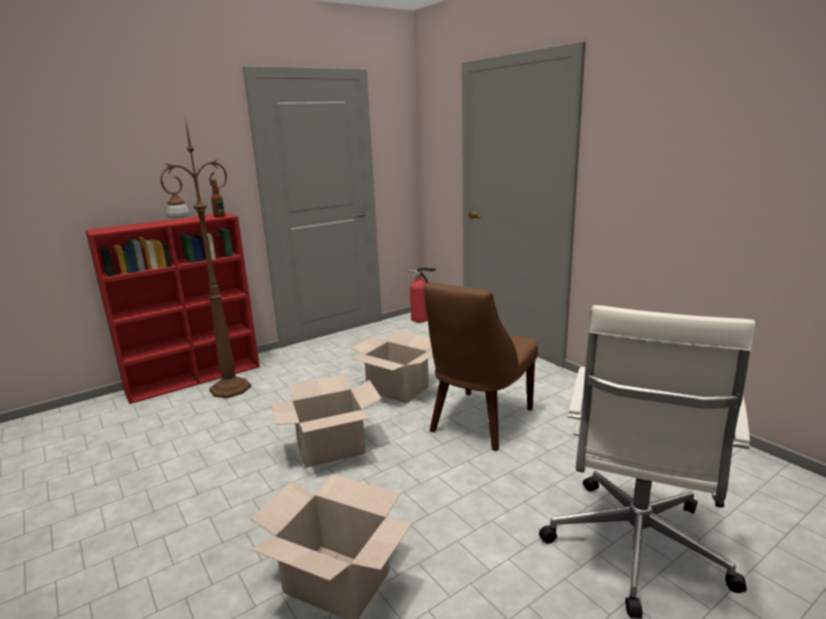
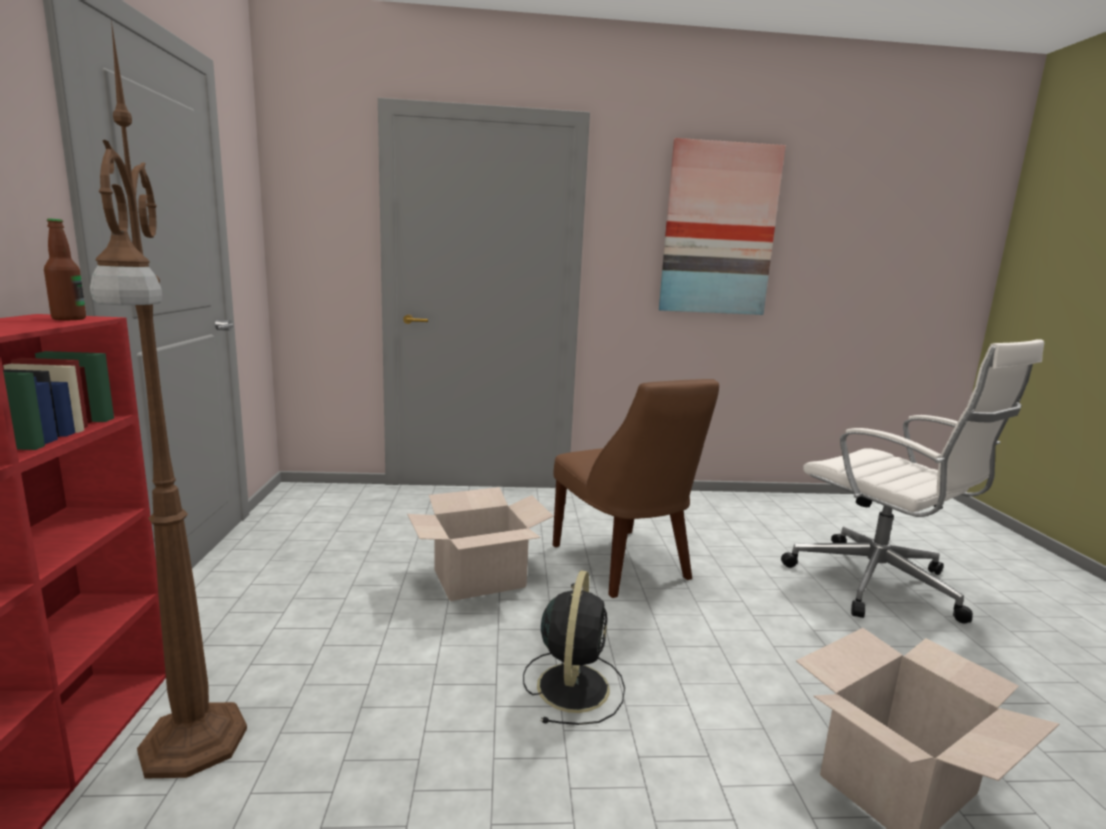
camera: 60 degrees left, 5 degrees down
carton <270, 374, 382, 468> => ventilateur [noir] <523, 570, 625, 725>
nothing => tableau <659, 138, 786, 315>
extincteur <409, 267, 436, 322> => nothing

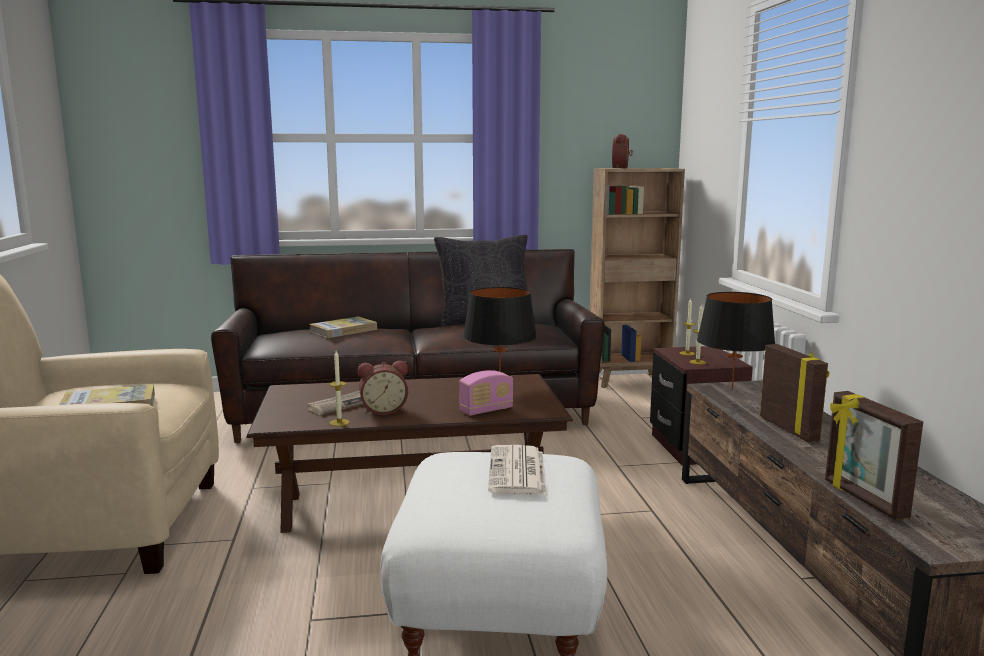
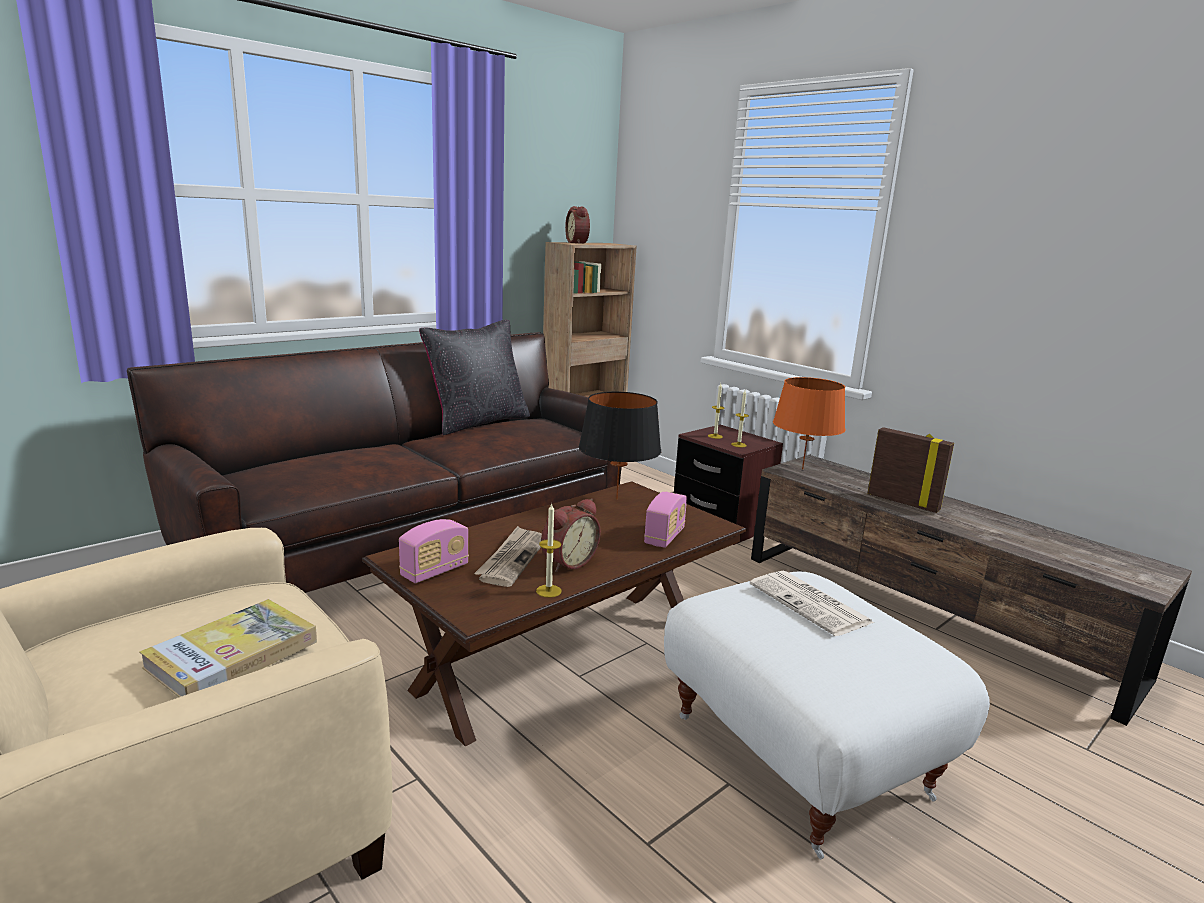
camera: 35 degrees left, 5 degrees up
nothing => radio <399, 519, 469, 583>
lampe de table [noir] <697, 292, 775, 390> => lampe de table [orange] <773, 377, 845, 470>
livre <309, 316, 377, 338> => nothing
cadre photo <825, 391, 923, 520> => nothing

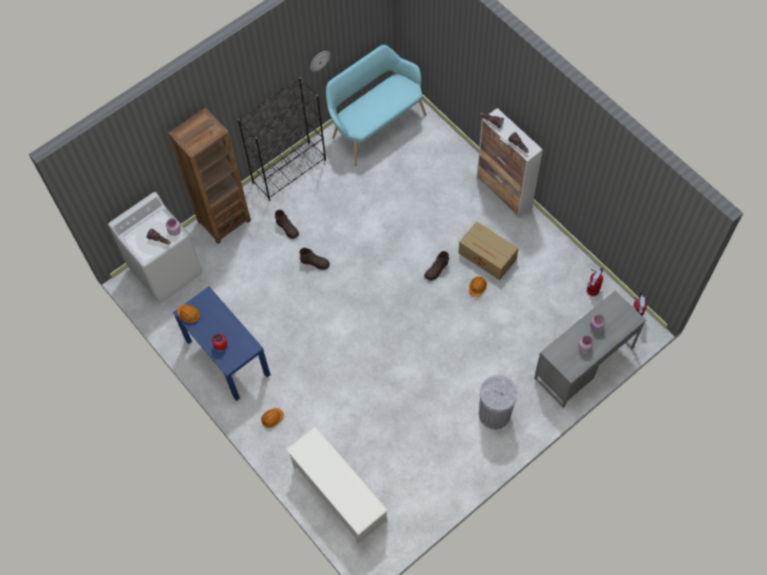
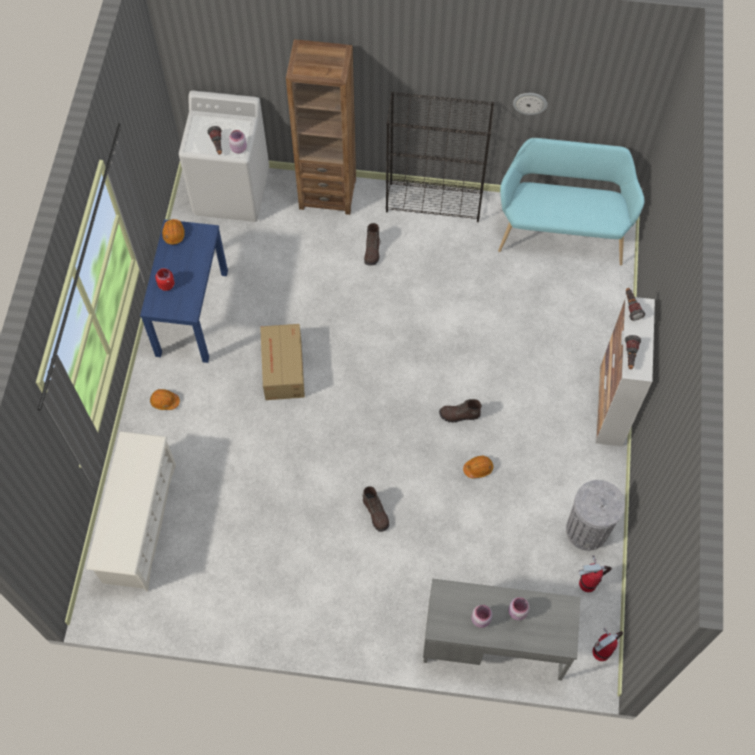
camera: 45 degrees right, 0 degrees up
carton <458, 222, 519, 280> => carton <260, 324, 305, 400>, shifted
botte [marron] <299, 248, 330, 270> => botte [marron] <362, 486, 389, 532>, shifted
poubelle [gris] <479, 375, 518, 429> => poubelle [gris] <566, 480, 625, 551>, shifted

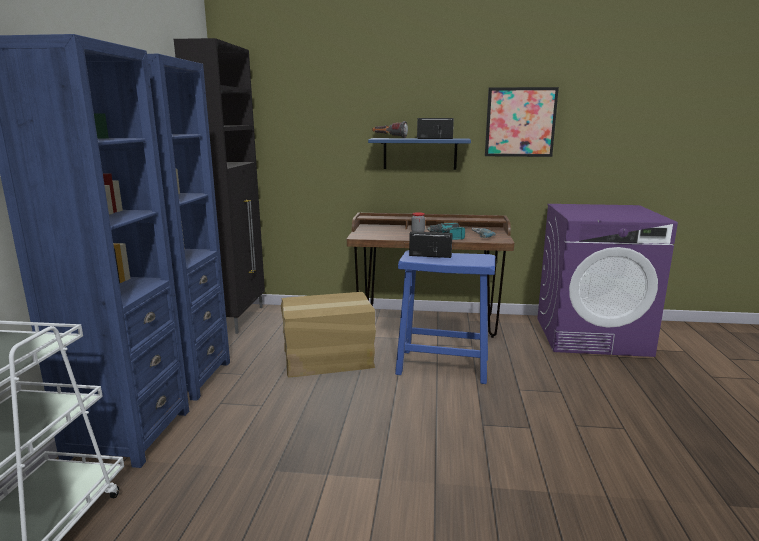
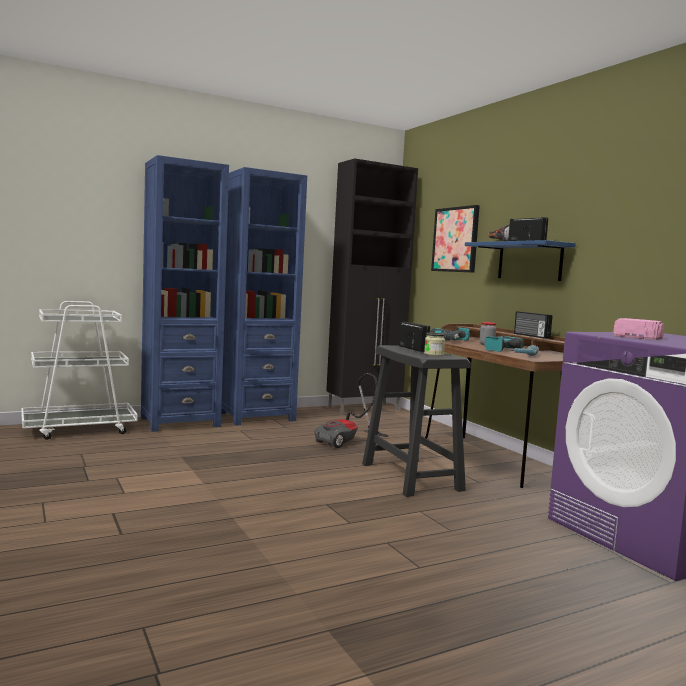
camera: 55 degrees right, 10 degrees down
carton <281, 292, 376, 377> => aspirateur <315, 373, 388, 448>
tabouret [bleu] <395, 250, 495, 384> => tabouret [noir] <362, 345, 471, 497>
nothing => bocal <424, 333, 445, 356>
nothing => perceuse <430, 327, 470, 341>
tableau <485, 87, 559, 157> => tableau <431, 205, 480, 273>, shifted
nothing => radio <514, 311, 552, 339>
nothing => casquette [rose] <613, 318, 664, 340>

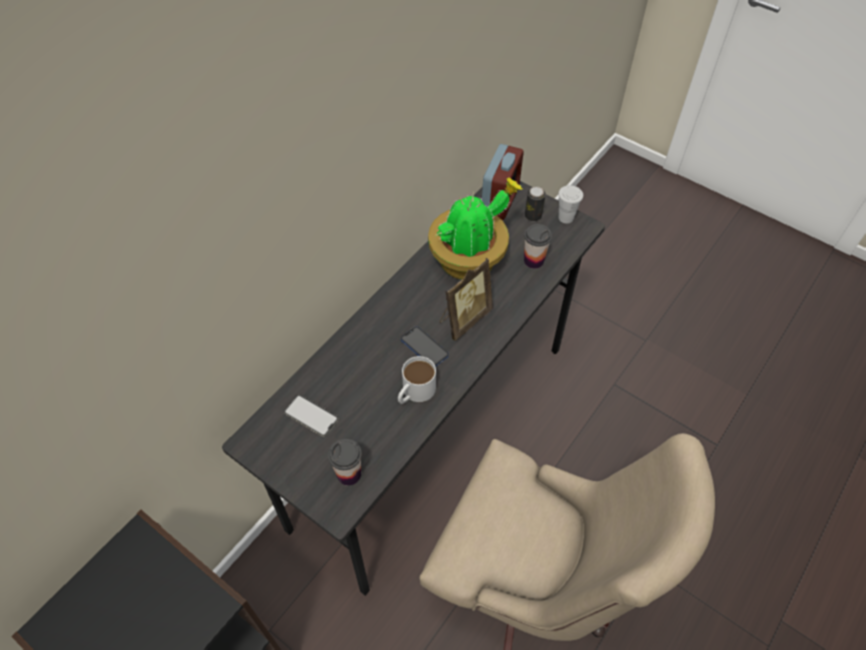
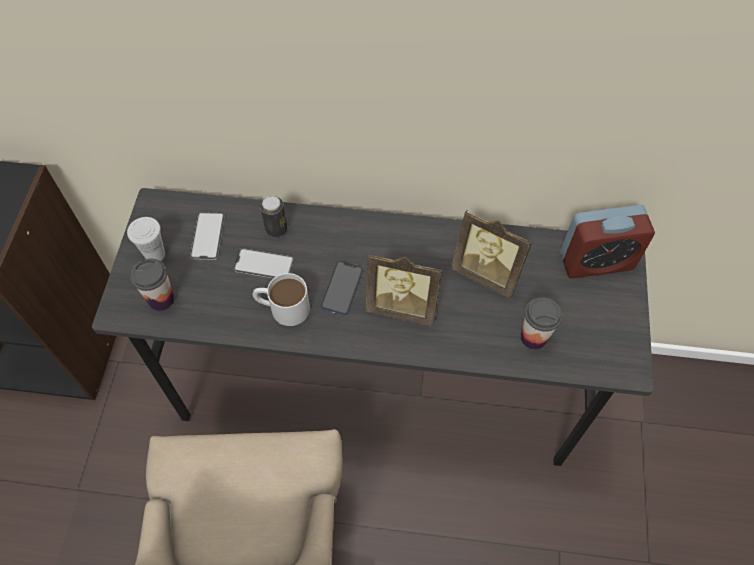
camera: 60 degrees right, 5 degrees up
tasse [blanc] <558, 185, 583, 224> => tasse [blanc] <127, 217, 165, 261>, shifted
nothing => téléphone <233, 248, 294, 278>
boîte métallique <525, 187, 546, 221> => boîte métallique <260, 196, 287, 237>, shifted
plante en pot <428, 177, 522, 280> => cadre photo <451, 210, 532, 299>

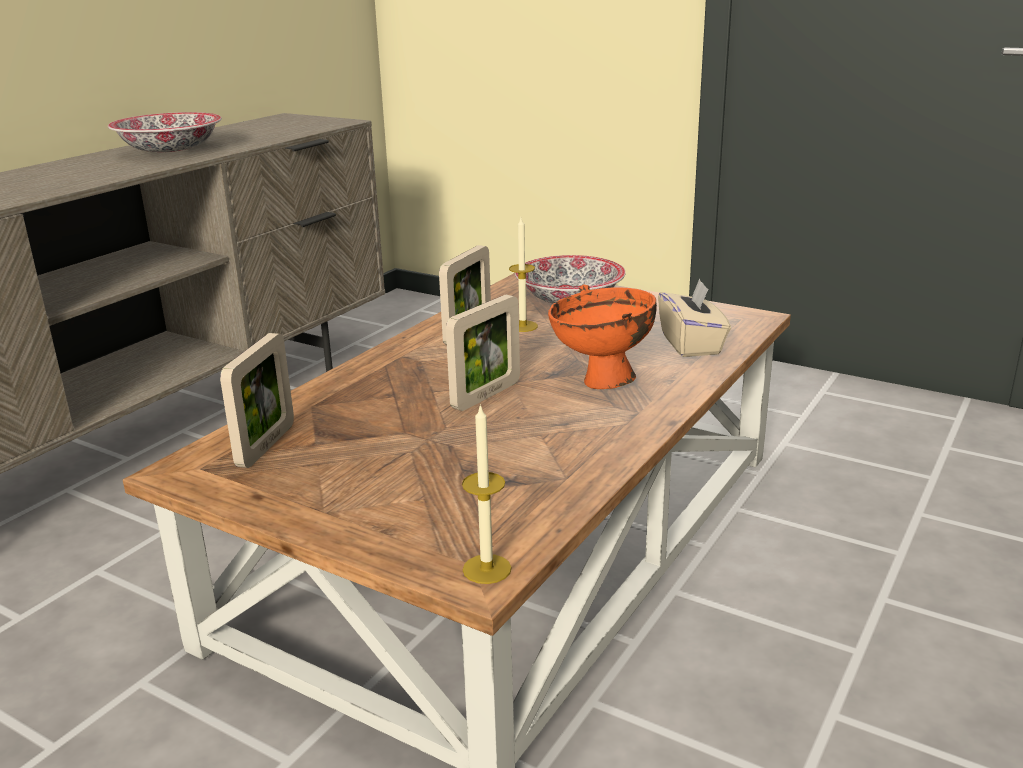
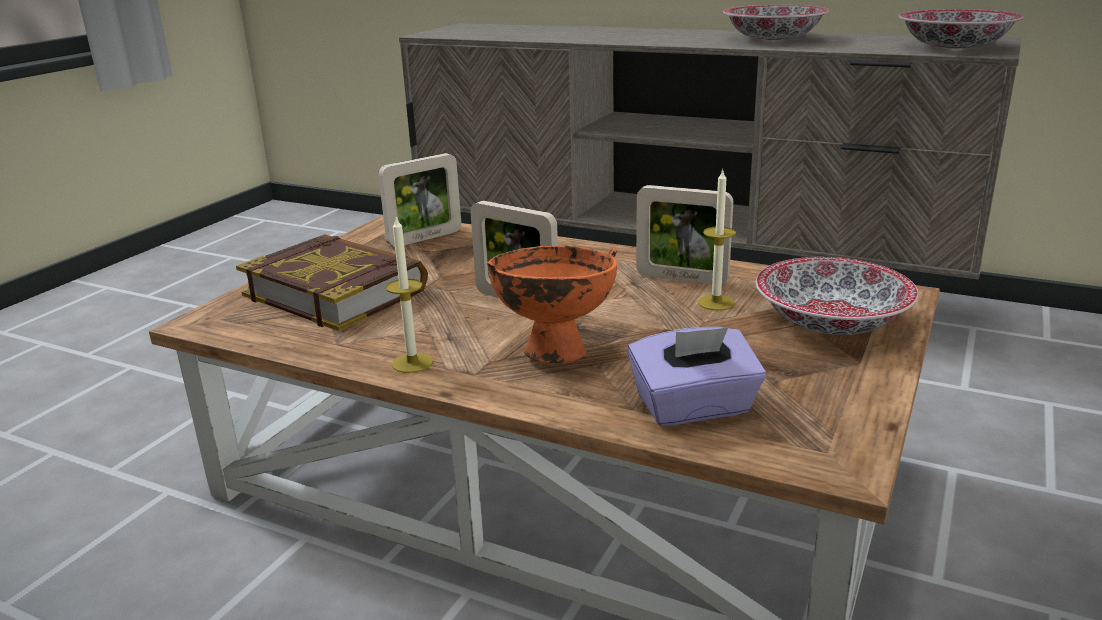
camera: 85 degrees right, 0 degrees up
nothing => livre <236, 234, 428, 331>
cadre photo <220, 333, 294, 468> => cadre photo <378, 153, 461, 247>, 45 degrees counterclockwise
bougie <462, 404, 512, 584> => bougie <385, 216, 433, 373>, shifted
boîte à mouchoirs [beige] <658, 278, 731, 357> => boîte à mouchoirs [violet] <628, 327, 766, 426>
nothing => bol <898, 9, 1023, 49>

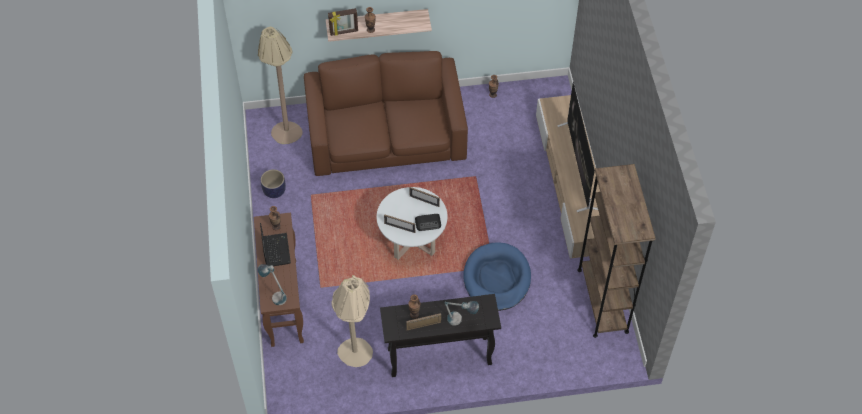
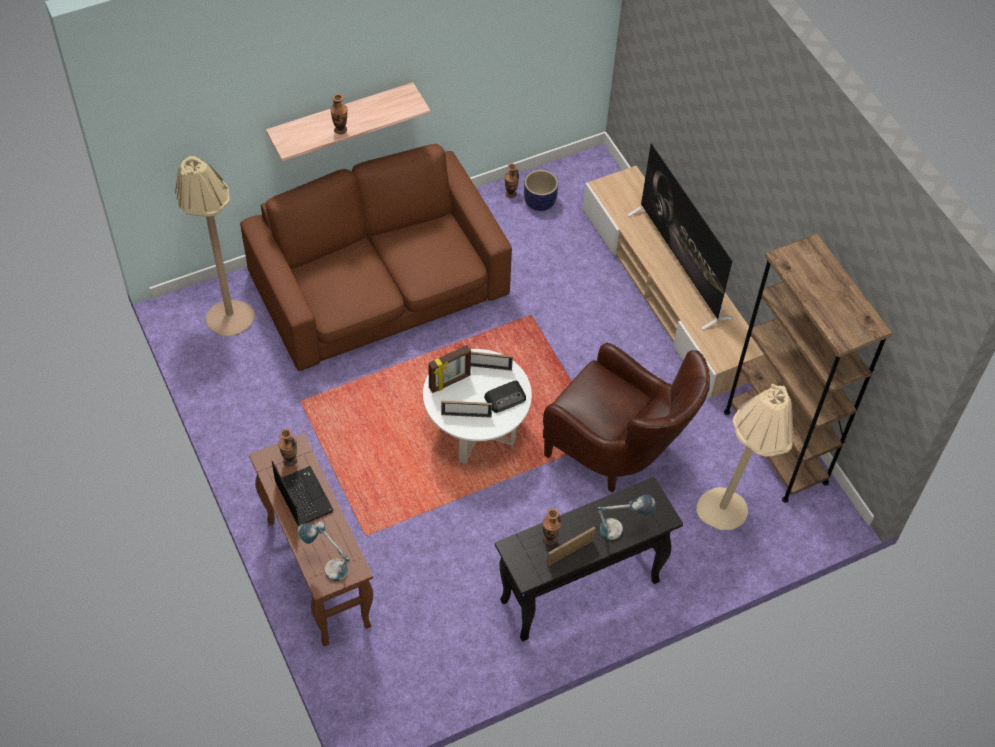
camera: 20 degrees left, 0 degrees up
cadre photo <328, 8, 358, 36> => cadre photo <428, 345, 471, 393>, shifted
cache-pot <260, 169, 286, 198> => cache-pot <524, 170, 558, 211>, shifted
panier pour chien [bleu] <463, 242, 531, 311> => fauteuil [marron] <543, 343, 710, 493>
lampadaire [beige] <331, 275, 373, 367> => lampadaire [beige] <696, 384, 794, 530>, shifted

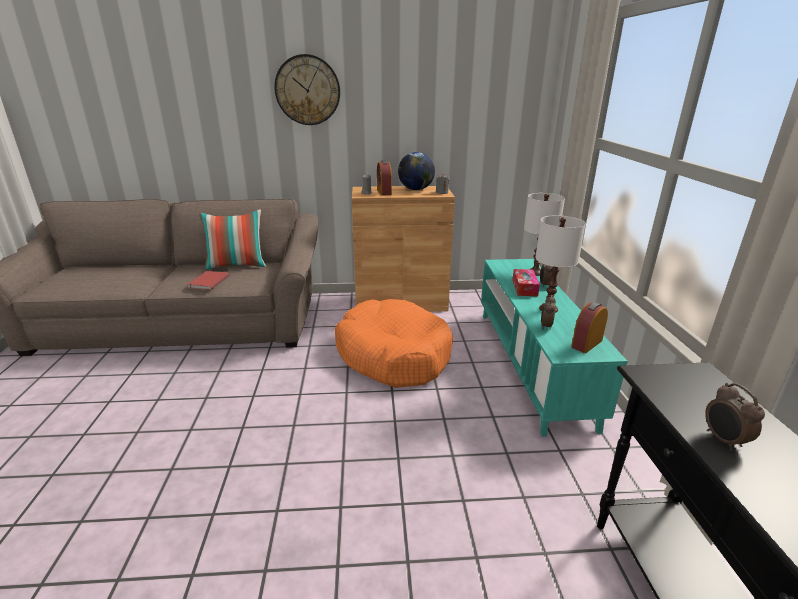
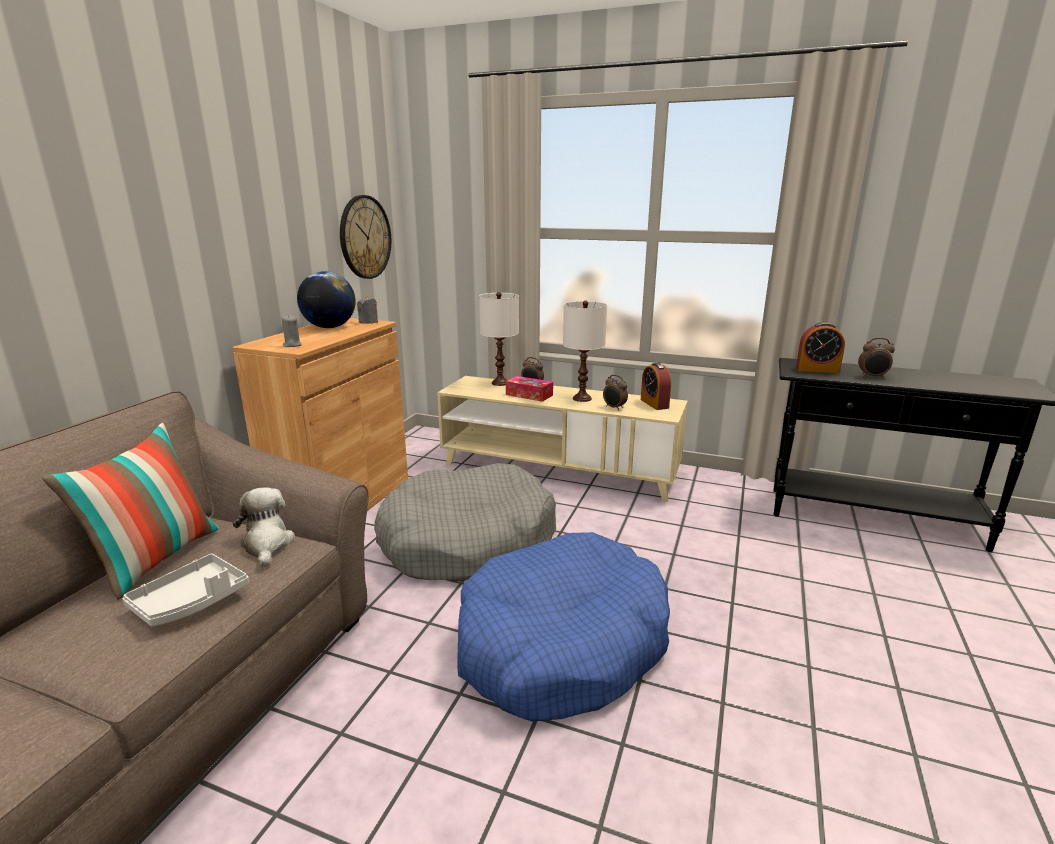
camera: 65 degrees left, 5 degrees down
livre [rouge] <187, 271, 229, 290> => plateau [gris] <122, 553, 249, 627>
nothing => peluche <233, 487, 295, 567>
horloge murale <274, 54, 340, 125> => horloge murale <340, 195, 391, 279>, shifted
panier pour chien [orange] <335, 299, 453, 388> => panier pour chien [gris] <374, 463, 556, 582>
meuble télé [turquoise] <481, 259, 628, 437> => meuble télé [beige] <437, 376, 688, 502>
nothing => panier pour chien [bleu] <457, 532, 670, 721>
réveil <377, 160, 392, 196> => réveil <796, 322, 845, 373>, shifted

